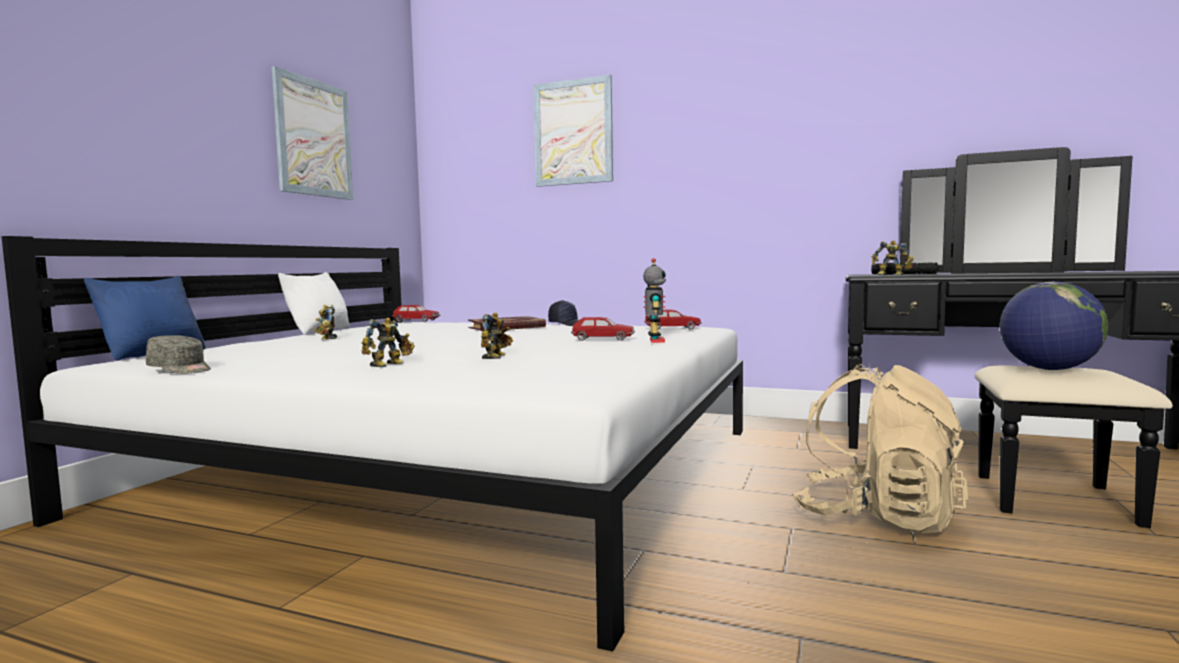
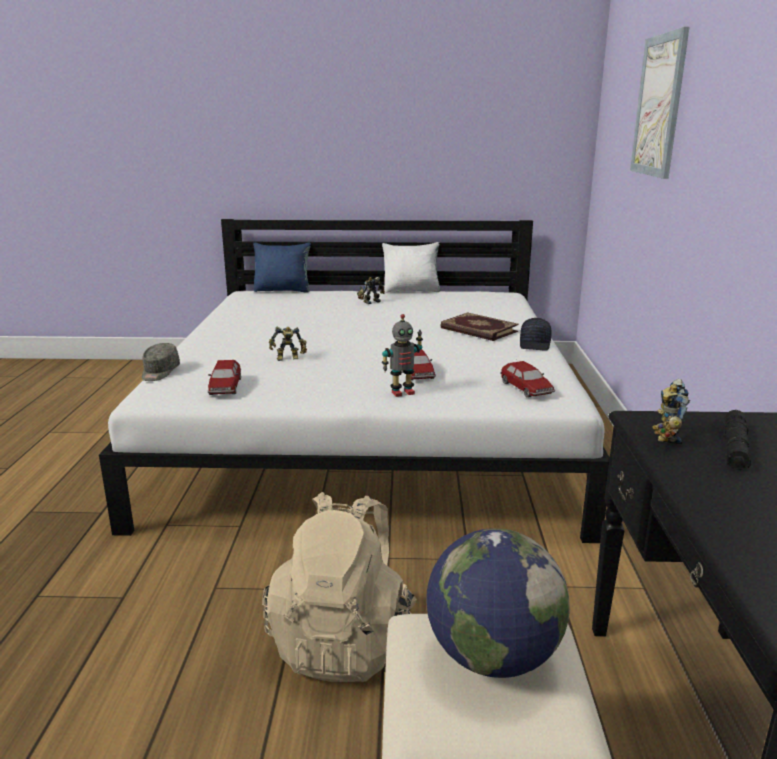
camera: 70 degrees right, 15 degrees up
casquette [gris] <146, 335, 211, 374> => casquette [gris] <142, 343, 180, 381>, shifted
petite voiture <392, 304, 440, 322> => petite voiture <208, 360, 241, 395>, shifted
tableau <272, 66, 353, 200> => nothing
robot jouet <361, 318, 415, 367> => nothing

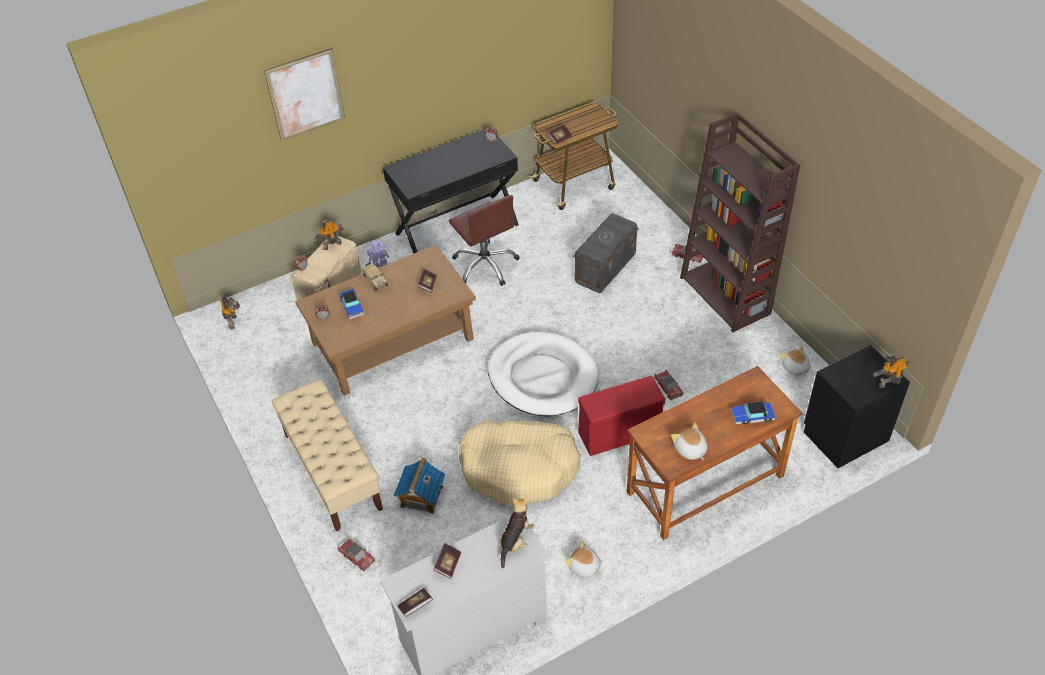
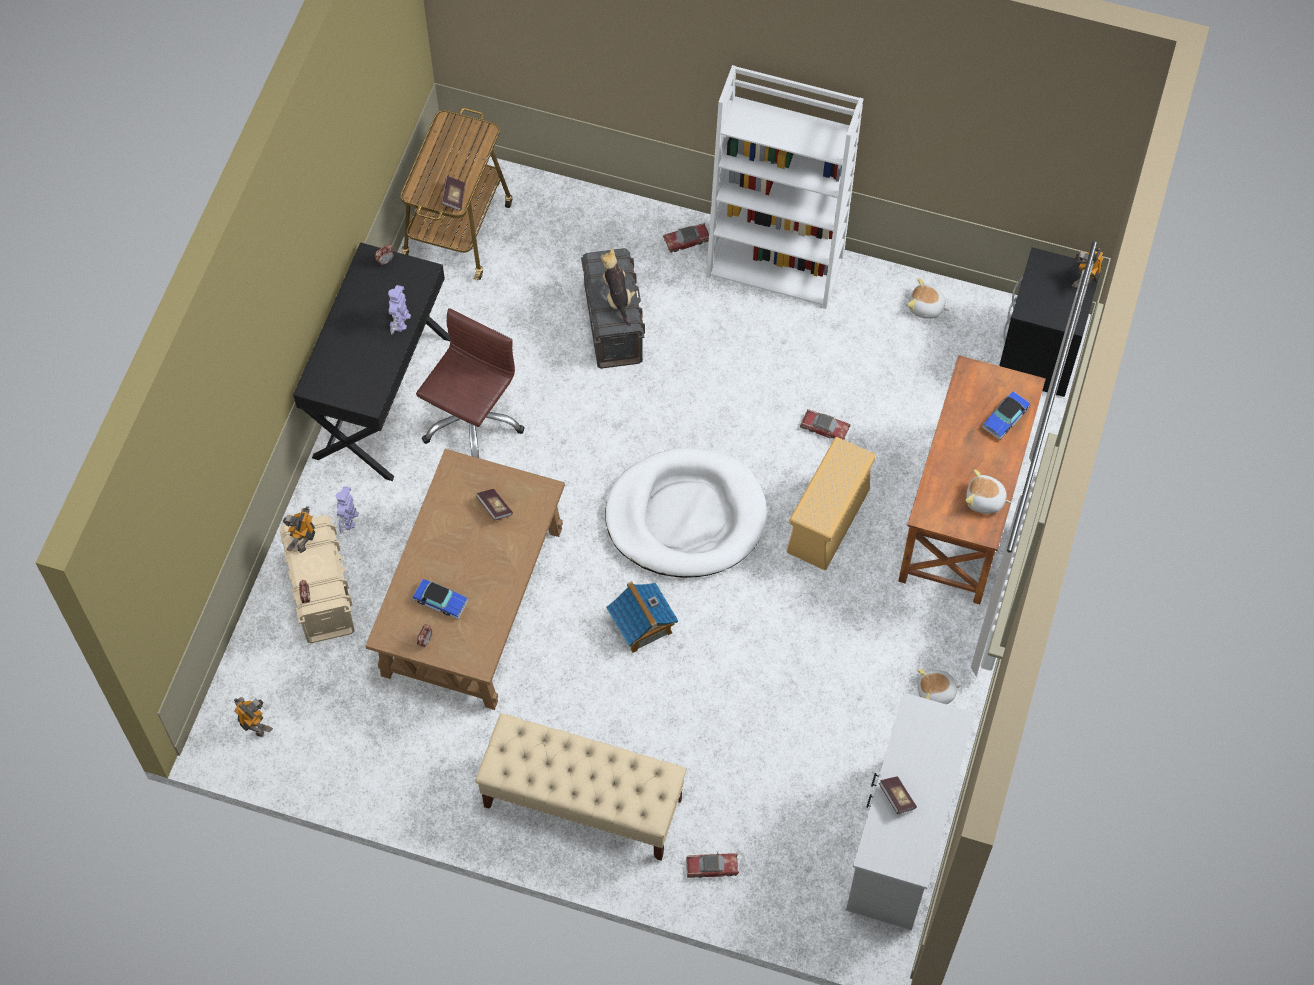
camera: 45 degrees left, 15 degrees up
nothing => robot jouet <388, 285, 411, 335>
chaise de bureau [marron] <449, 195, 520, 286> => chaise de bureau [marron] <416, 308, 525, 458>, 75 degrees counterclockwise
peluche <499, 497, 534, 568> => peluche <601, 248, 635, 326>, shifted
maison miniature <393, 457, 445, 514> => maison miniature <606, 581, 679, 653>, shifted
bibliothèque [marron] <680, 112, 800, 332> => bibliothèque [blanc] <706, 65, 863, 309>
boîte de rangement [rouge] <578, 376, 665, 456> => boîte de rangement [beige] <787, 437, 876, 570>
tableau <264, 48, 345, 141> => nothing
camion jouet <361, 263, 388, 291> => nothing
livre <397, 588, 433, 617> => nothing
panier pour chien [beige] <459, 419, 581, 506> => nothing

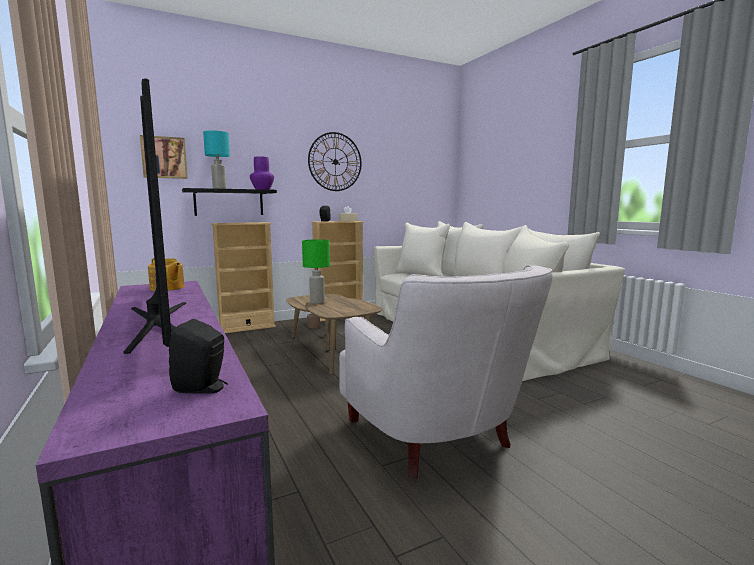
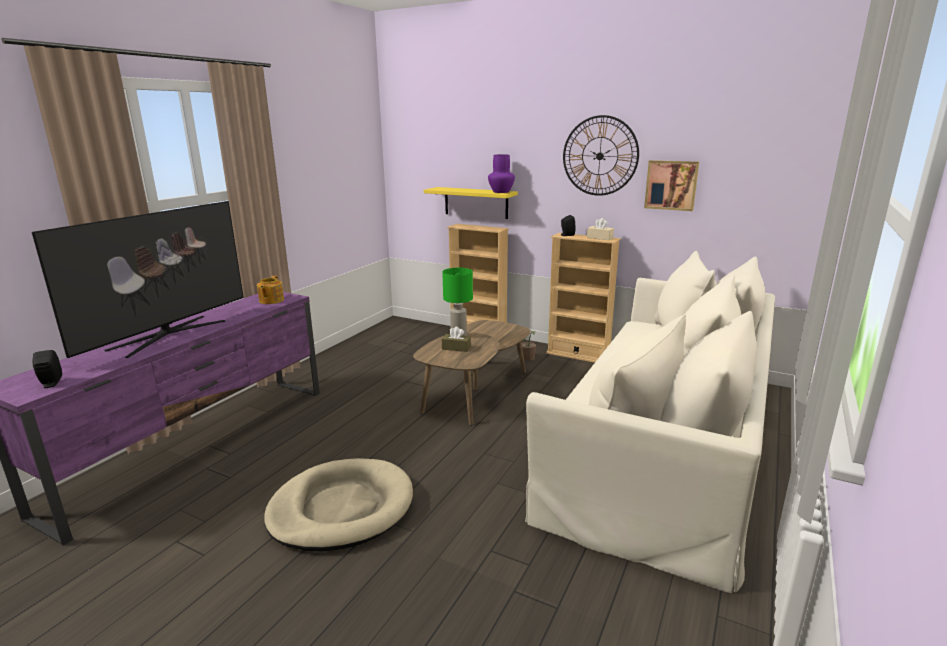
camera: 55 degrees right, 10 degrees up
fauteuil [blanc] <339, 265, 552, 479> => panier pour chien [beige] <264, 458, 413, 552>
étagère [noir] <182, 188, 277, 216> => étagère [jaune] <424, 187, 518, 219>
nothing => boîte à mouchoirs [marron] <442, 327, 471, 352>
tableau <140, 135, 188, 179> => tableau <644, 160, 699, 211>, shifted
lampe de table [turquoise] <203, 131, 230, 189> => nothing

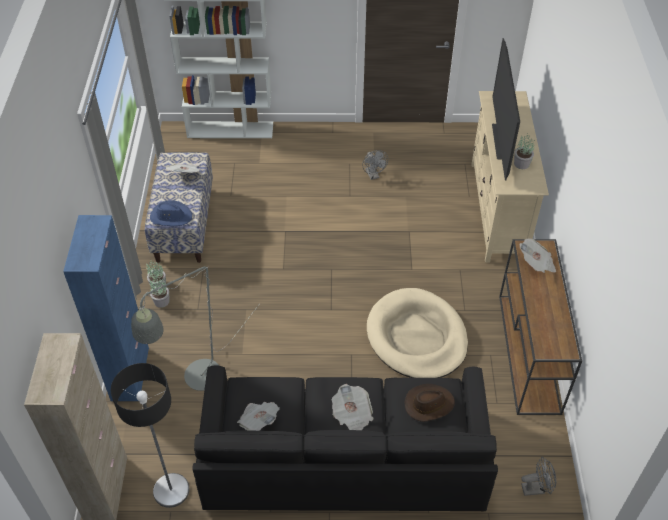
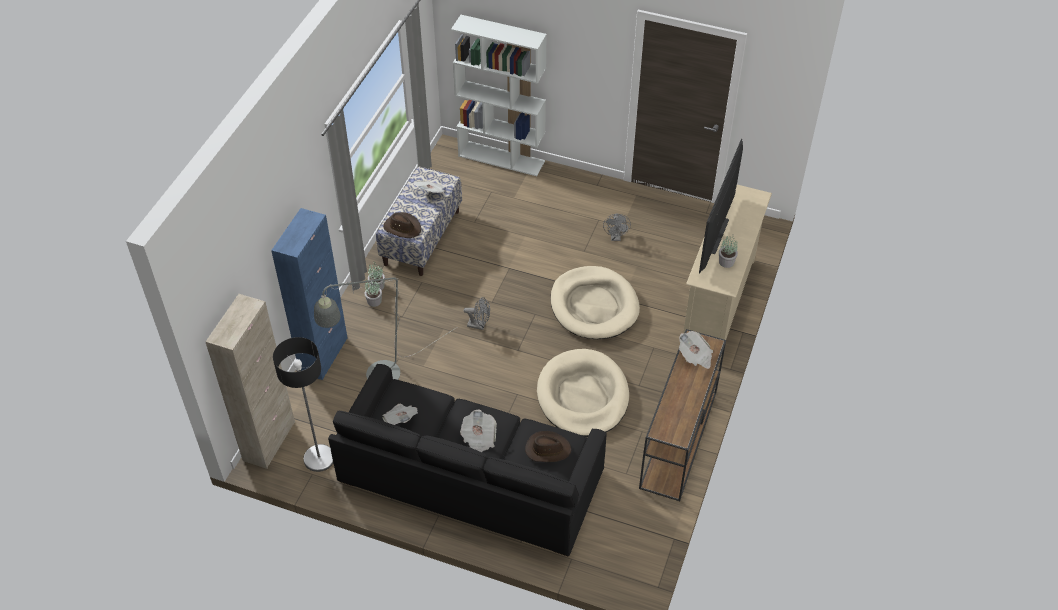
camera: 20 degrees right, 0 degrees up
chapeau [bleu] <150, 200, 192, 226> => chapeau [marron] <383, 212, 421, 238>
ventilateur [gris] <521, 457, 556, 496> => ventilateur [gris] <464, 297, 490, 330>, shifted
nothing => panier pour chien [beige] <550, 266, 640, 339>

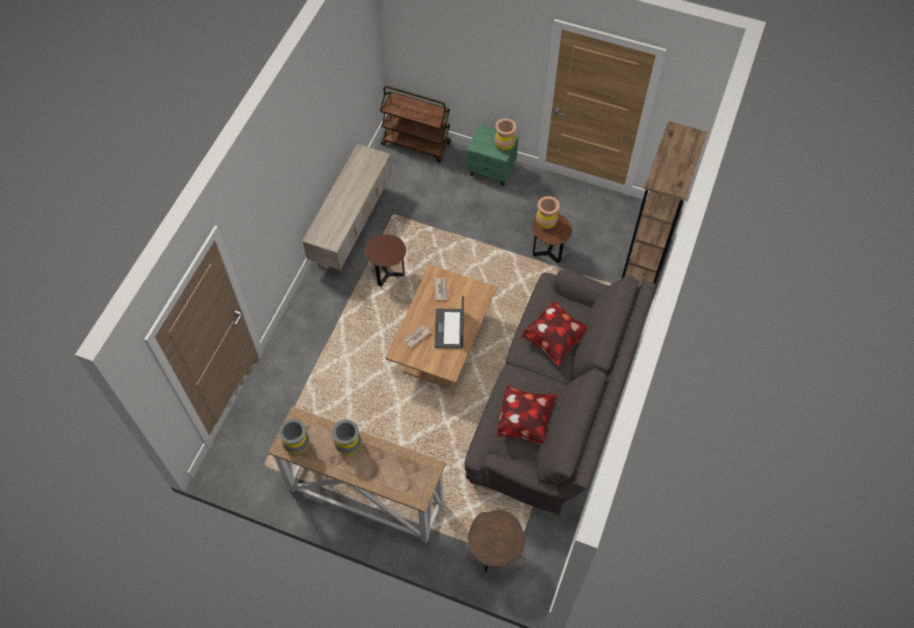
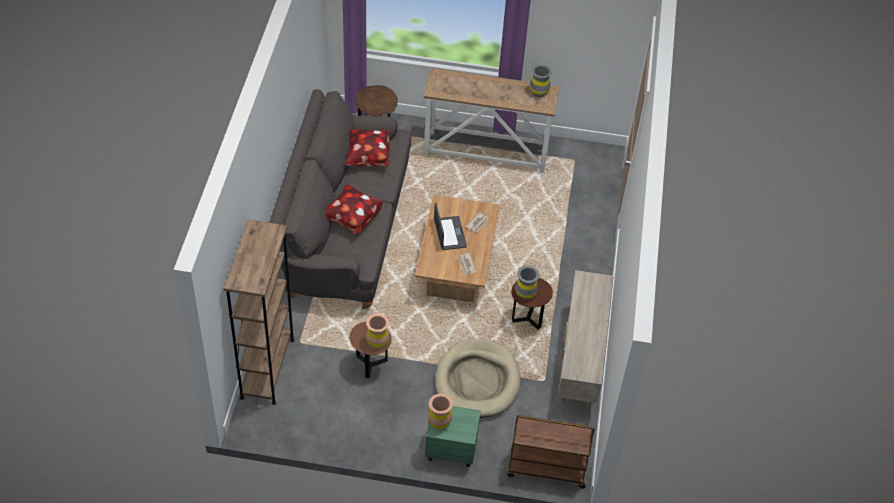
camera: 165 degrees right, 10 degrees down
nothing => panier pour chien [beige] <435, 339, 521, 418>
vase [gris] <332, 419, 362, 456> => vase [gris] <515, 266, 539, 300>, shifted

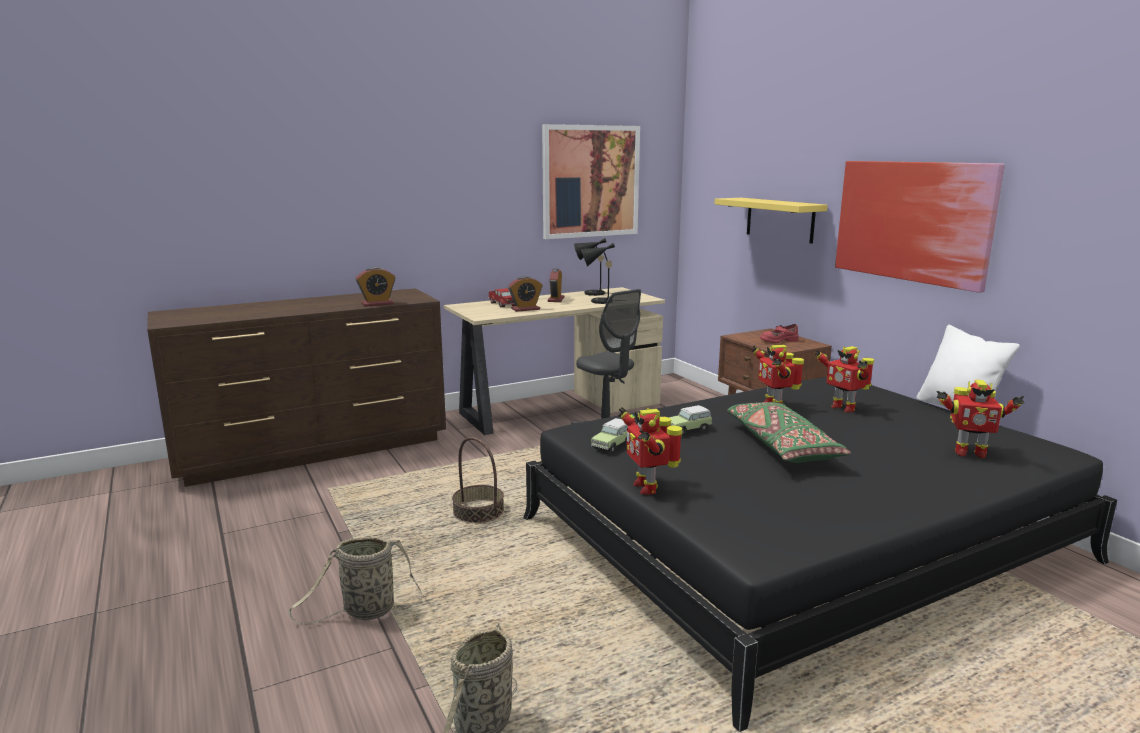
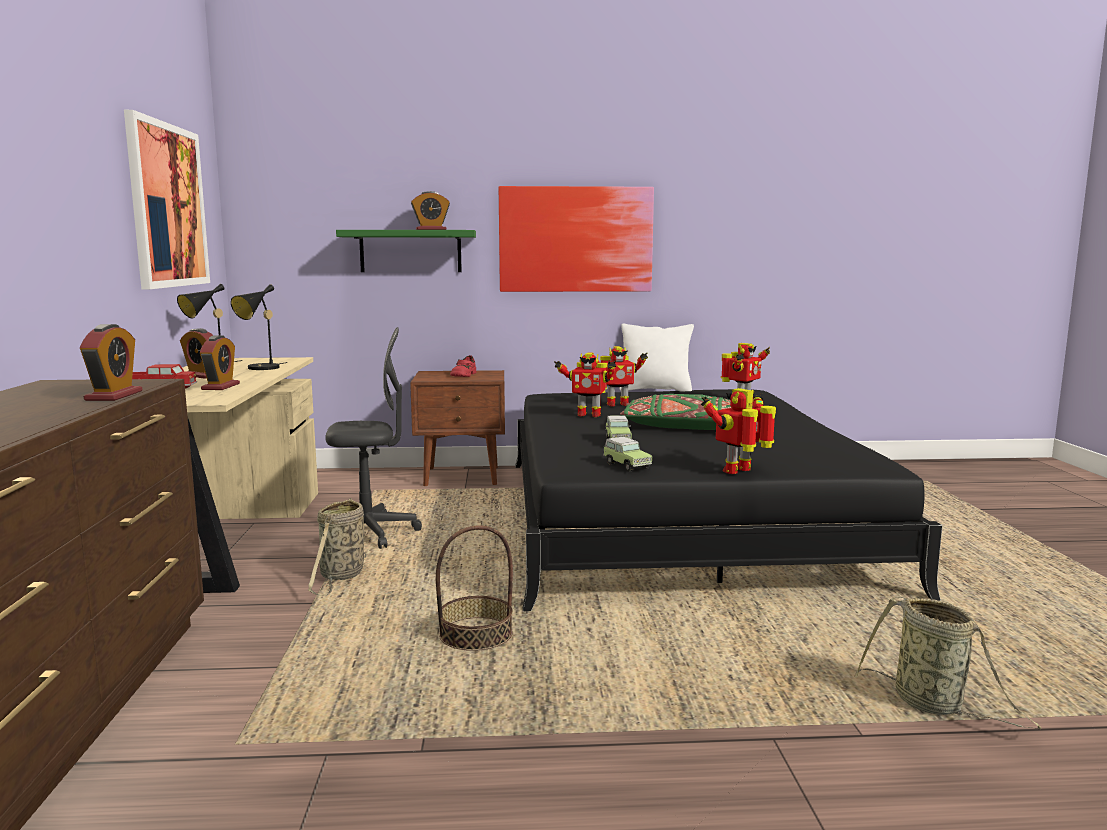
camera: 65 degrees left, 5 degrees down
panier <288, 537, 422, 624> => panier <308, 498, 367, 596>, shifted
étagère [jaune] <715, 198, 828, 244> => étagère [vert] <336, 230, 476, 272>
nothing => réveil <411, 191, 450, 230>
robot jouet <618, 407, 682, 495> => robot jouet <701, 388, 776, 474>, 135 degrees clockwise

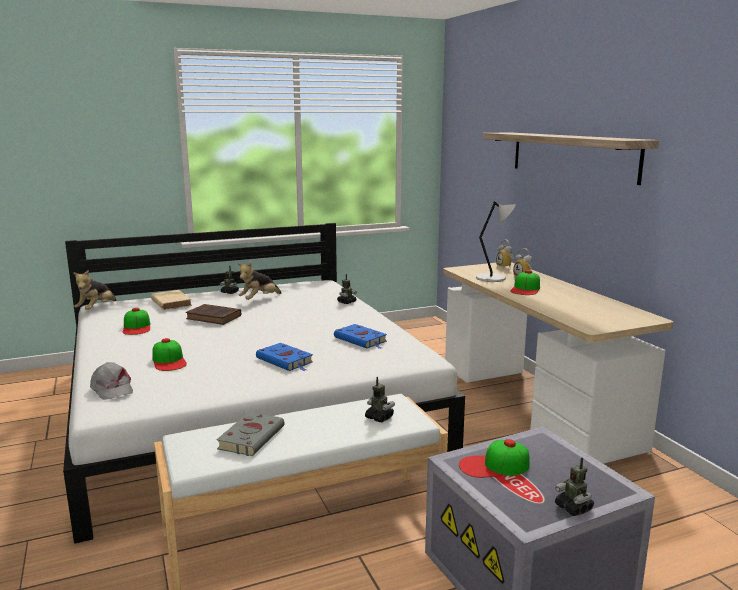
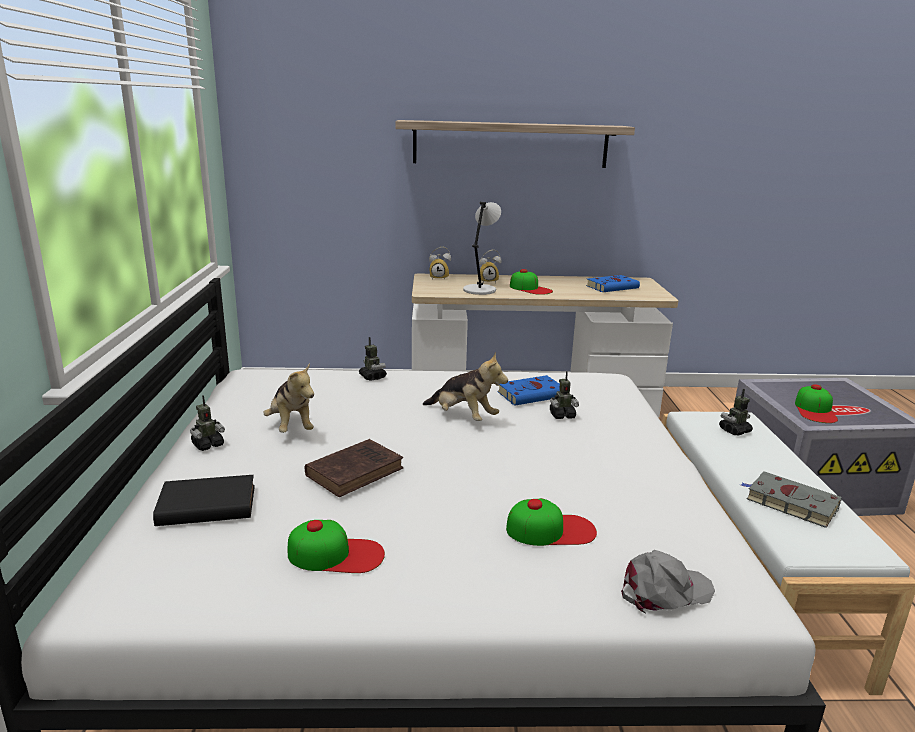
camera: 70 degrees left, 5 degrees up
livre [beige] <151, 290, 192, 310> => livre [noir] <153, 475, 255, 526>
peluche <73, 270, 116, 310> => peluche <423, 352, 508, 421>, shifted
robot jouet <555, 457, 594, 516> => robot jouet <550, 371, 579, 419>, shifted
livre [bleu] <256, 343, 313, 371> => livre [bleu] <586, 275, 640, 292>, shifted

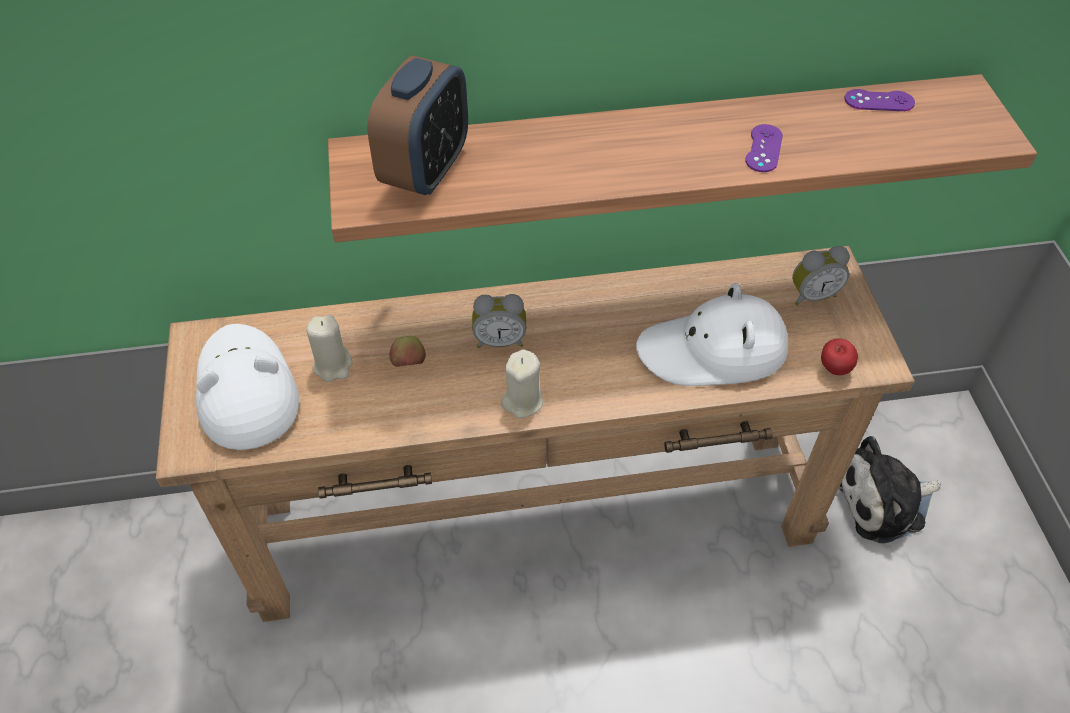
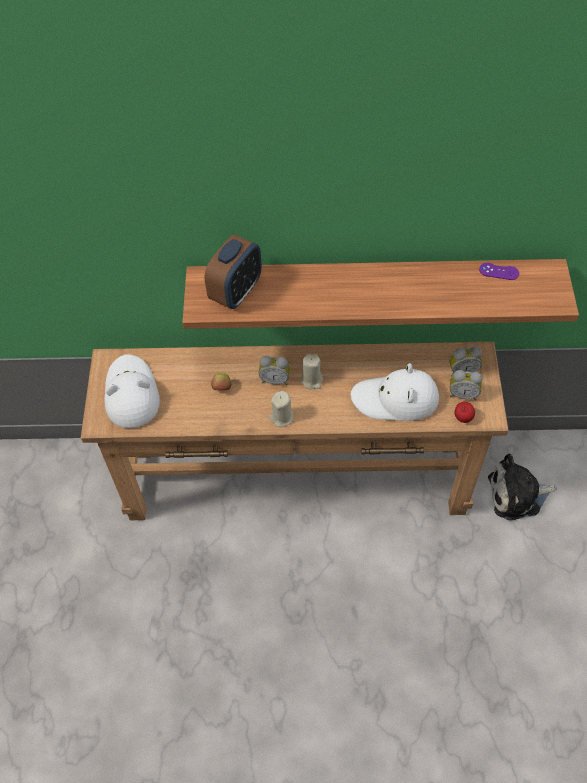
camera: 10 degrees right, 5 degrees up
bougie [beige] <306, 315, 352, 382> => bougie [beige] <301, 354, 323, 390>, shifted
nothing => réveil <450, 370, 482, 400>
manette [violet] <745, 124, 783, 172> => nothing

